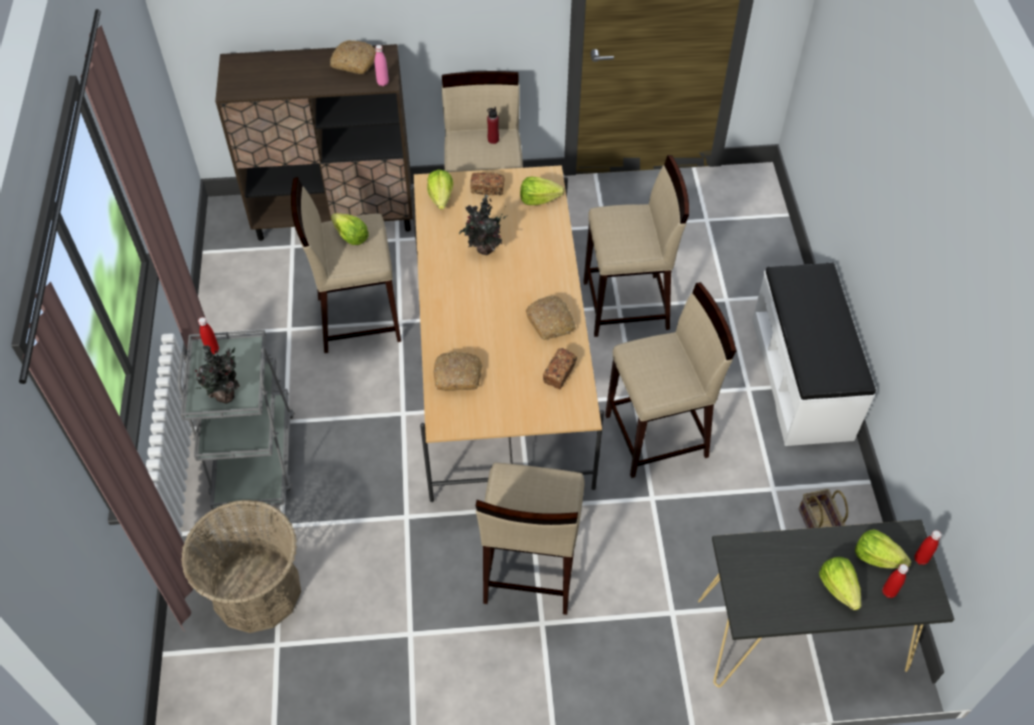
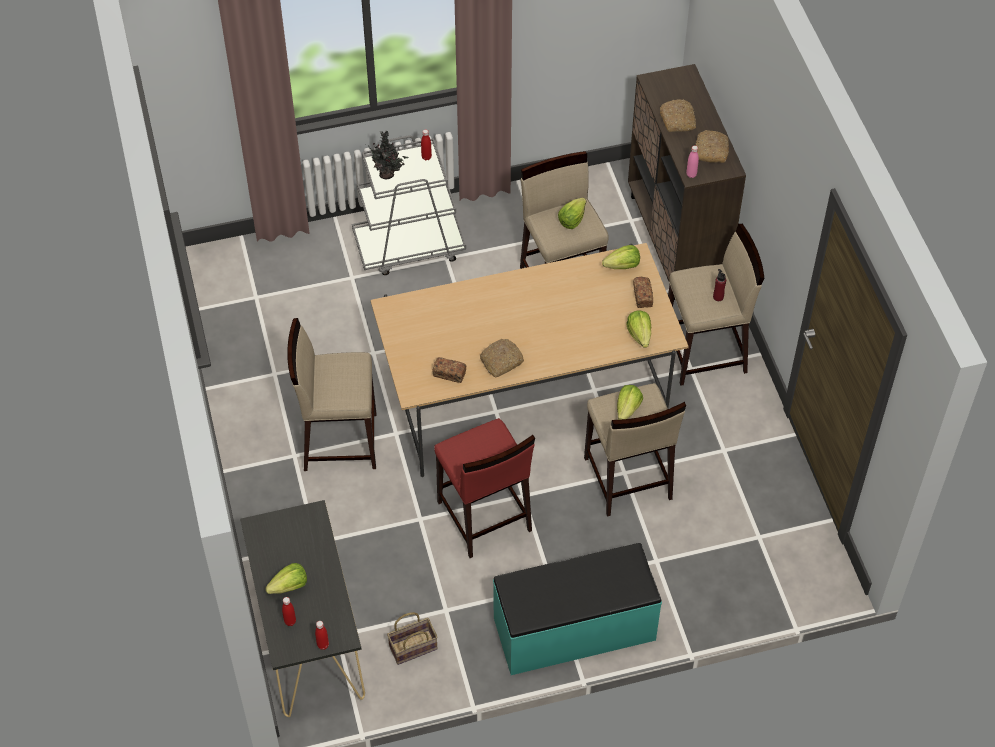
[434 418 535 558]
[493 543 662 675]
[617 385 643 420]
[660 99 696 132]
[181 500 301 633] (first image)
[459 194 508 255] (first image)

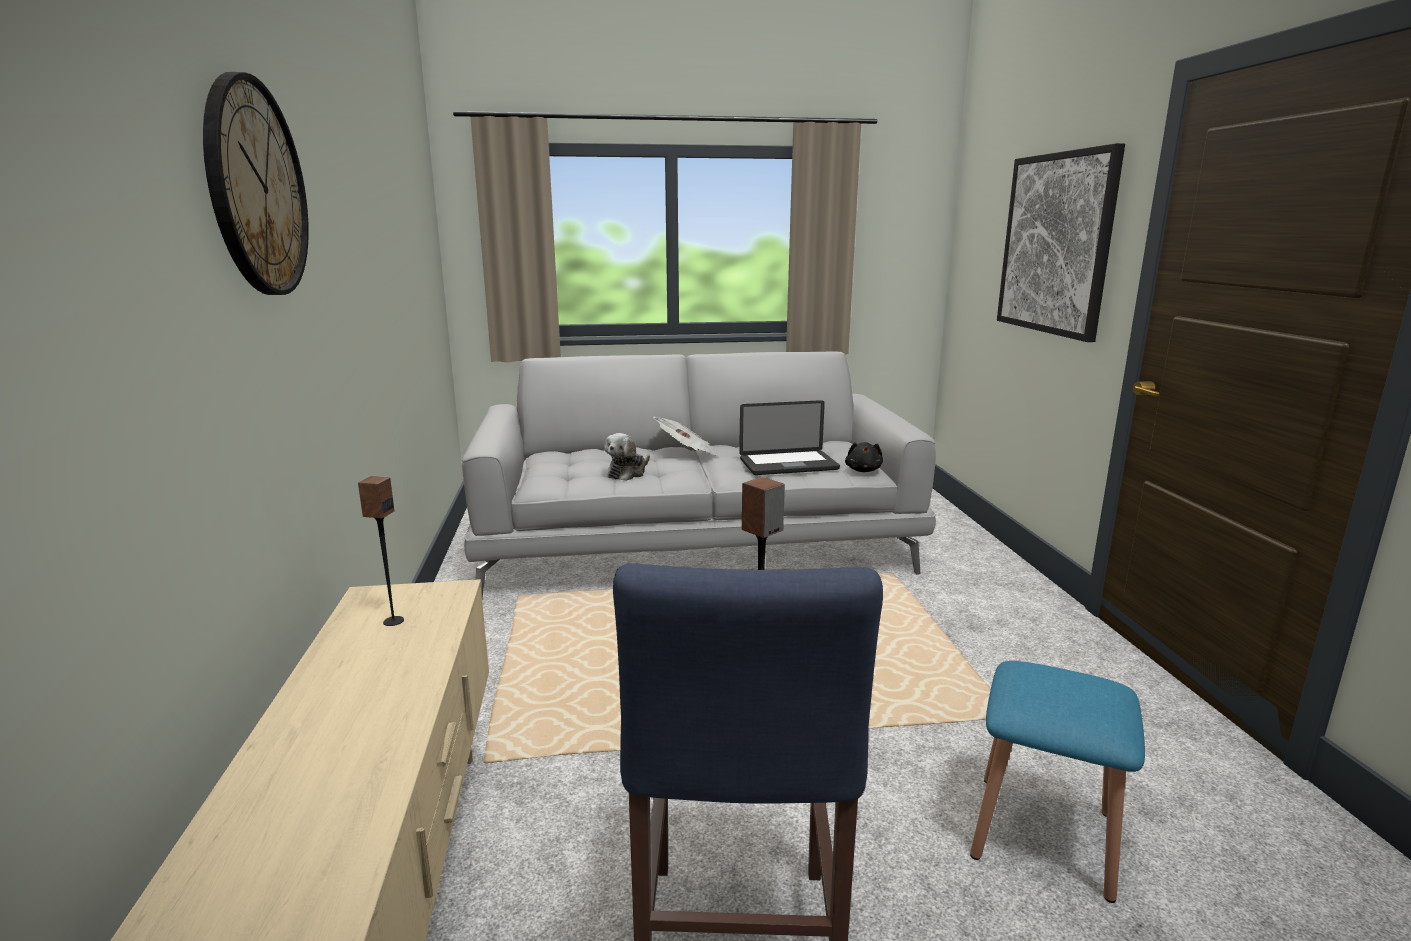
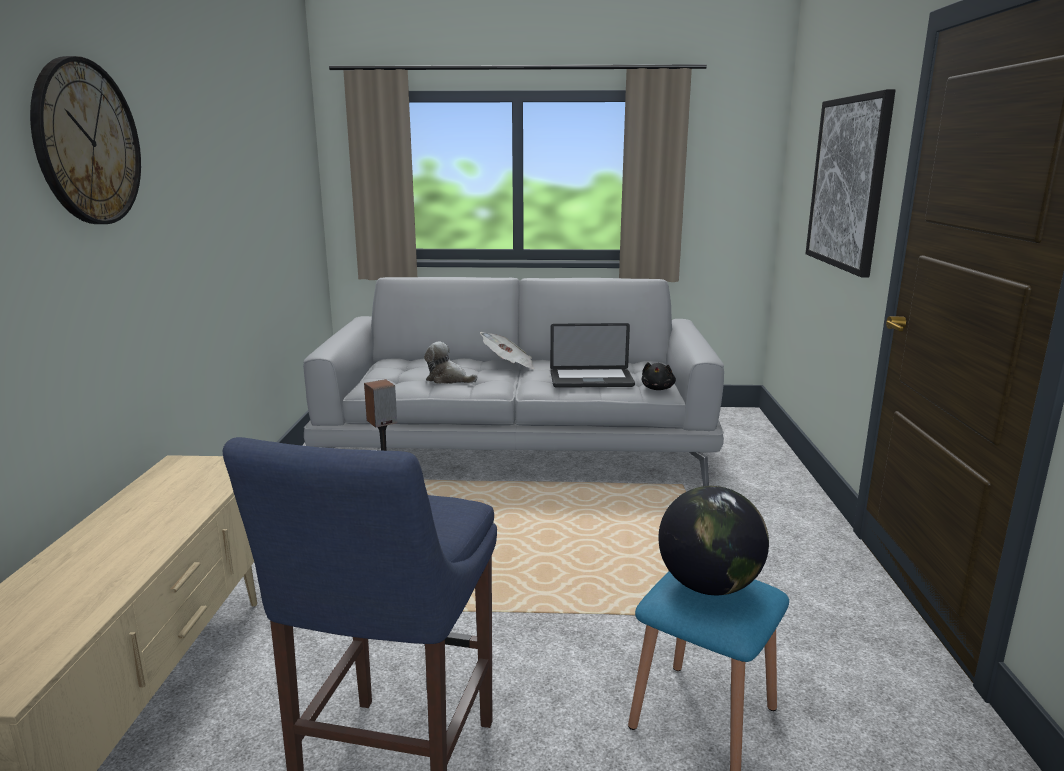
[424 341 477 384]
[658 486 769 595]
[358 476 404 626] (first image)

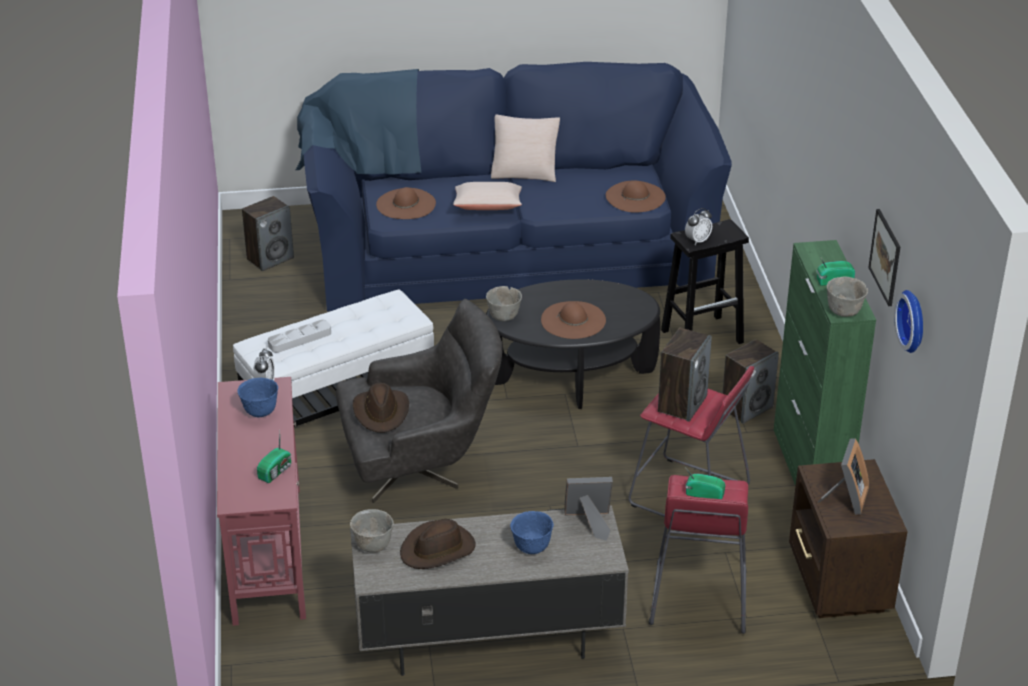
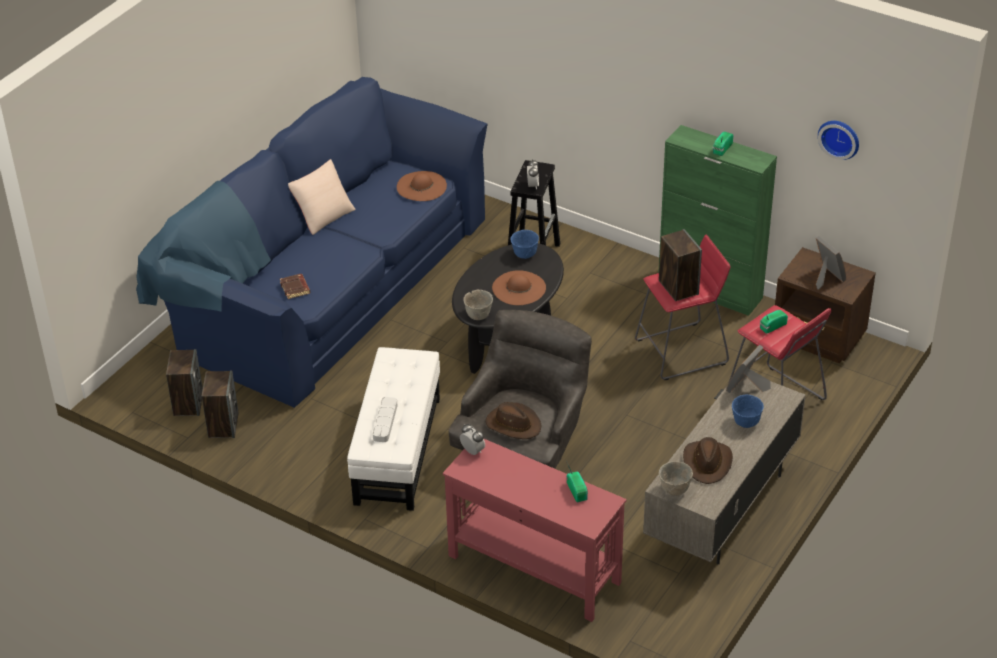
[202 370 239 438]
[280 274 310 299]
[511 230 539 259]
[453 182 522 210] (first image)
[827 277 868 317] (first image)
[868 209 900 306] (first image)

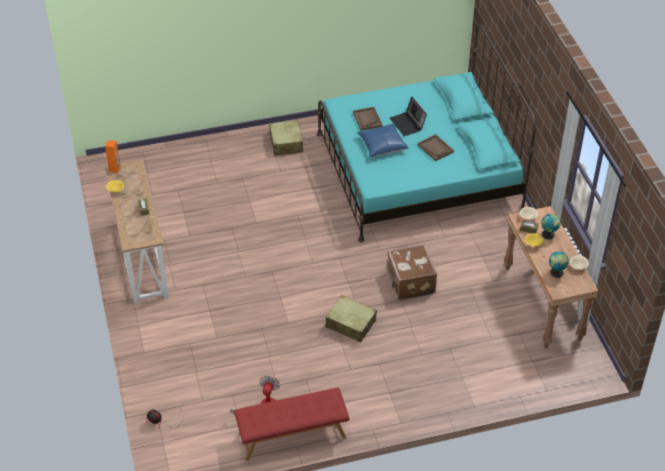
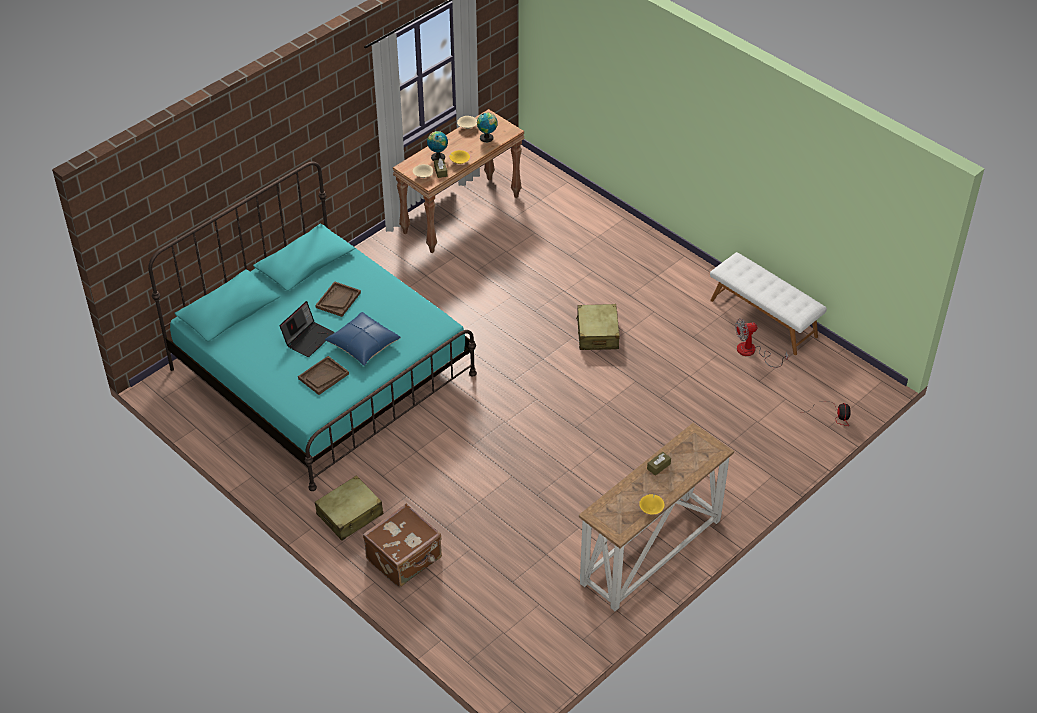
[363 503 442 588]
[710 252 827 355]
[105 140 121 173] (first image)

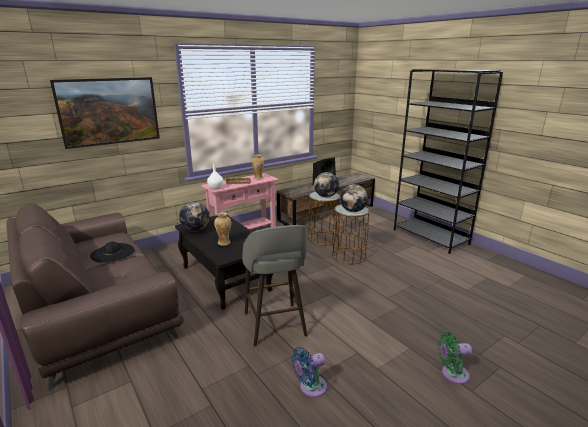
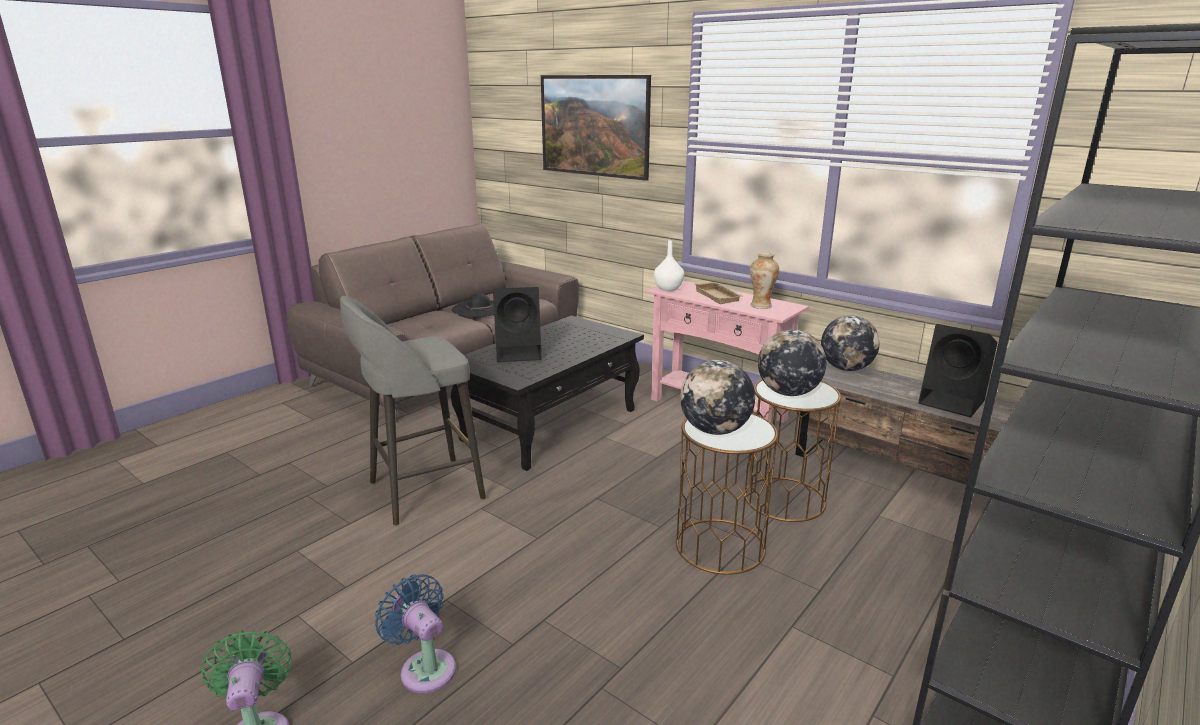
[375 574 456 693]
[493 287 542 362]
[821 315 880 371]

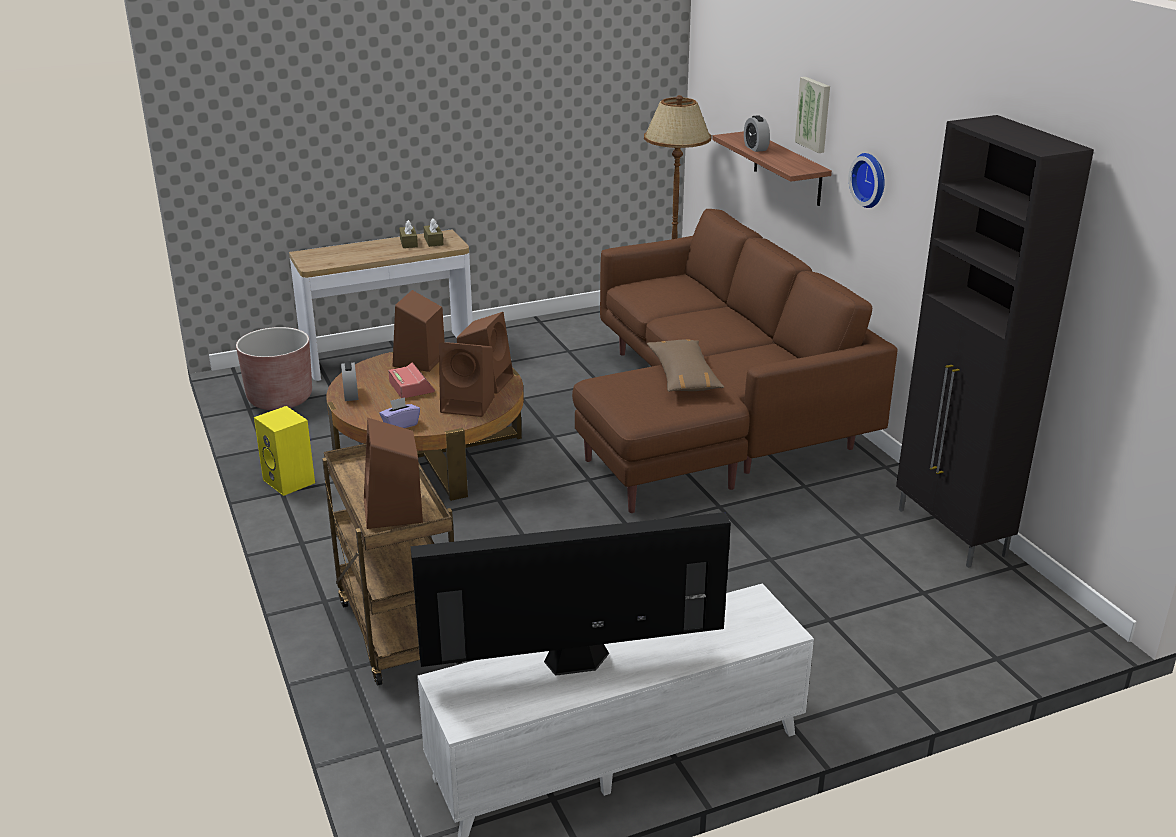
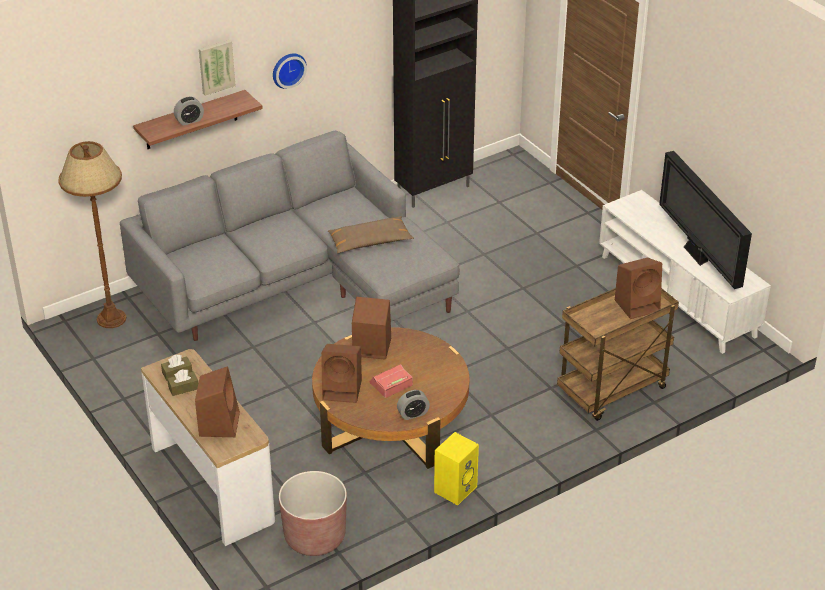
[120 131 460 341]
[195 366 240 437]
[380 397 420 428] (first image)

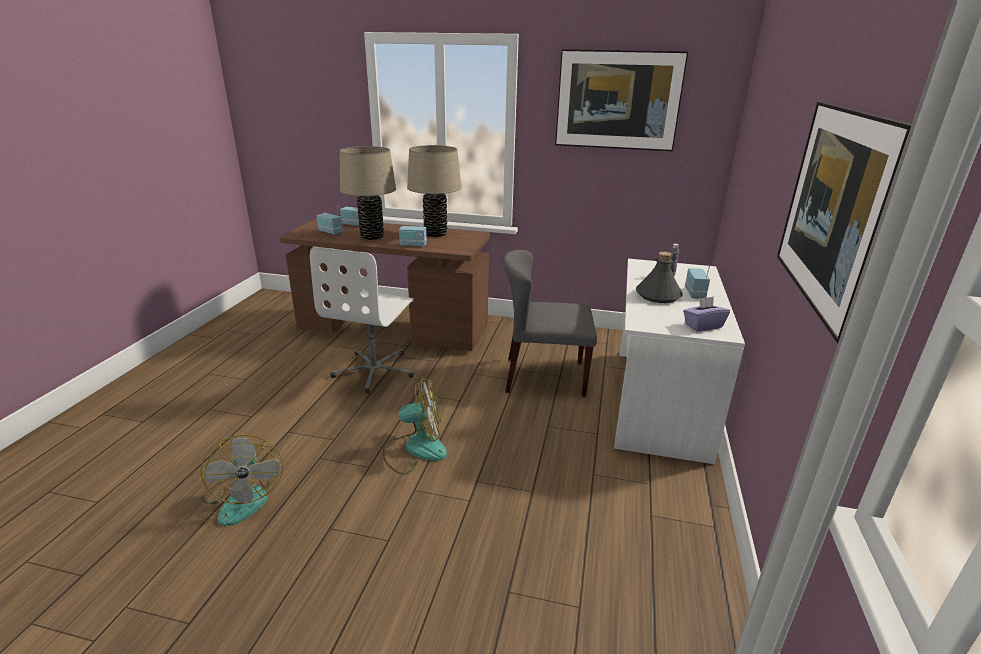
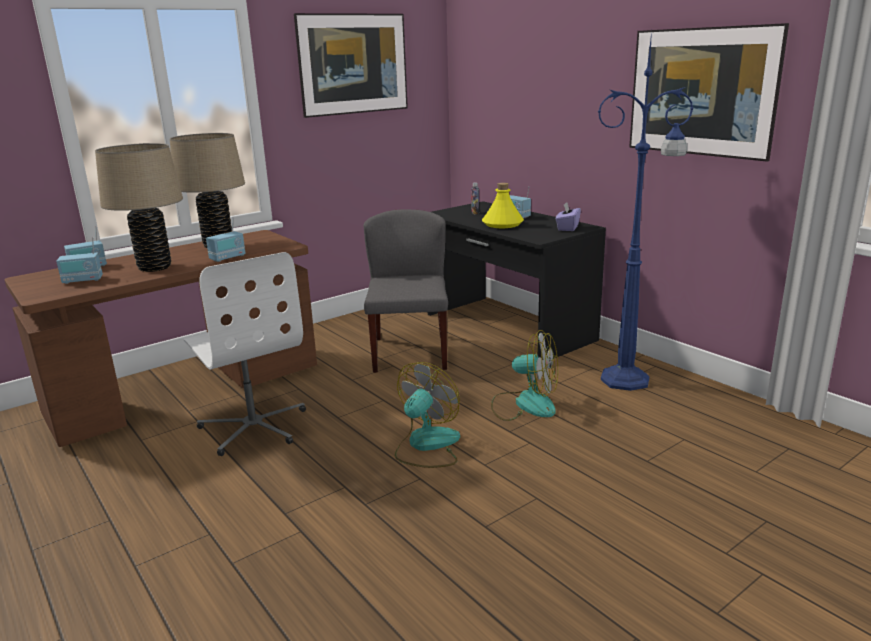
[363 210 448 373]
[428 201 606 360]
[482 183 524 228]
[491 330 558 421]
[598 31 694 391]

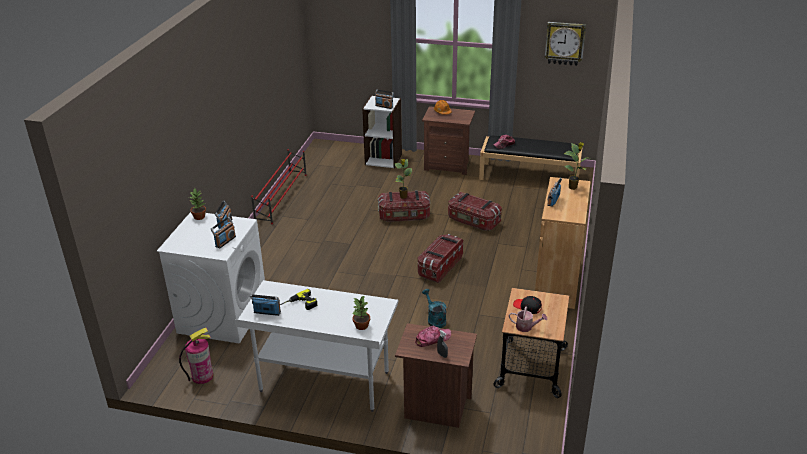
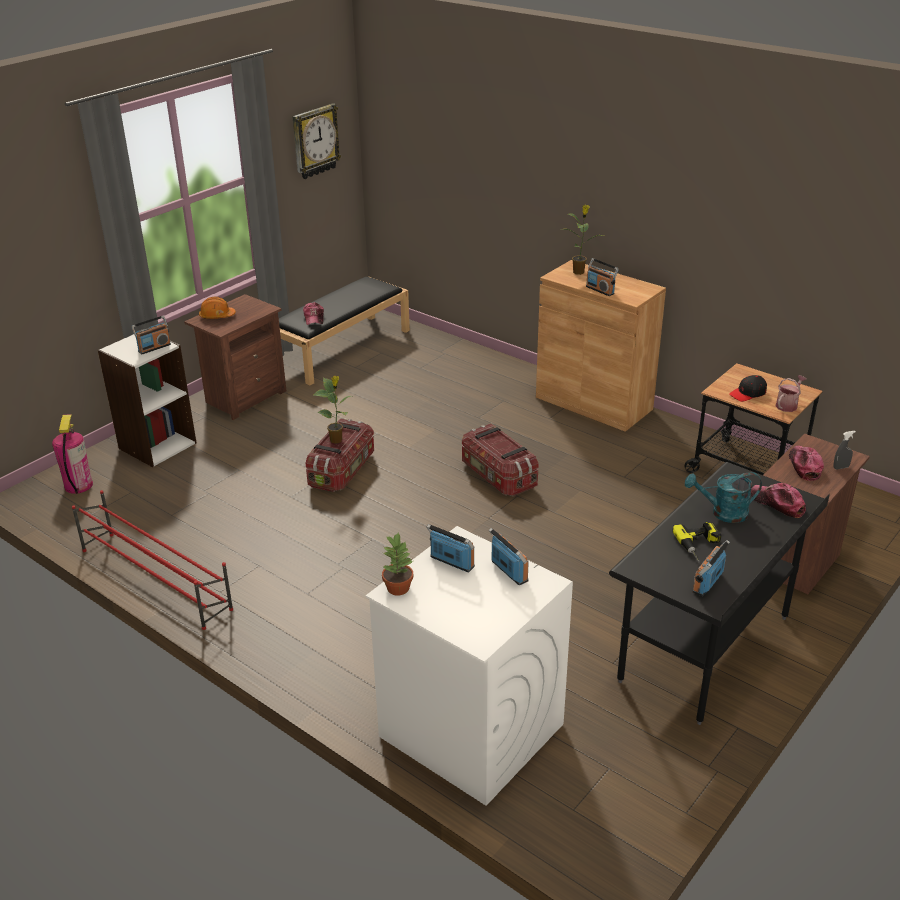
[52 414 93 494]
[609 462 830 725]
[685 472 762 523]
[751 483 806 518]
[448 192 502 231] (first image)

